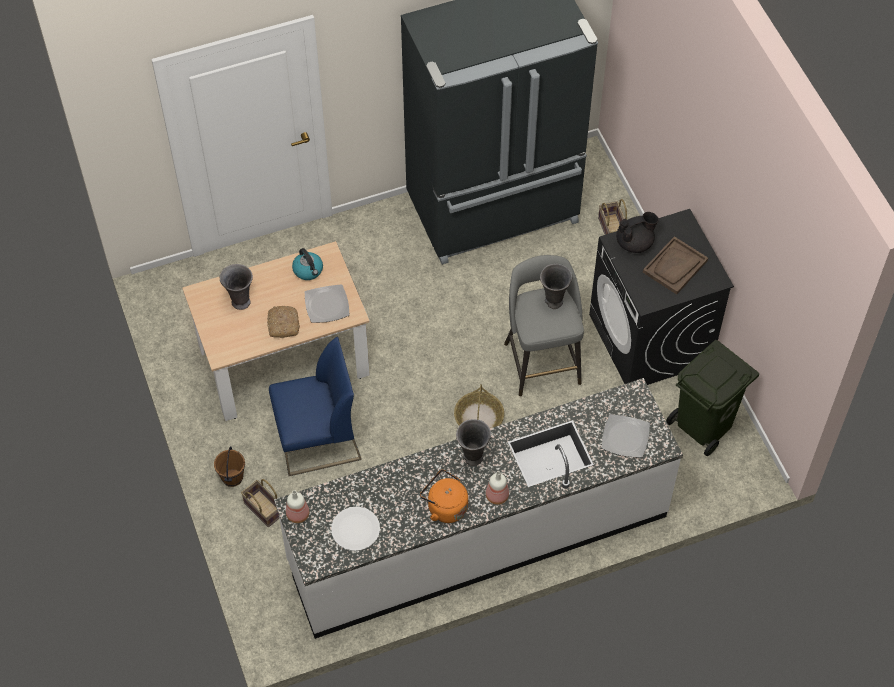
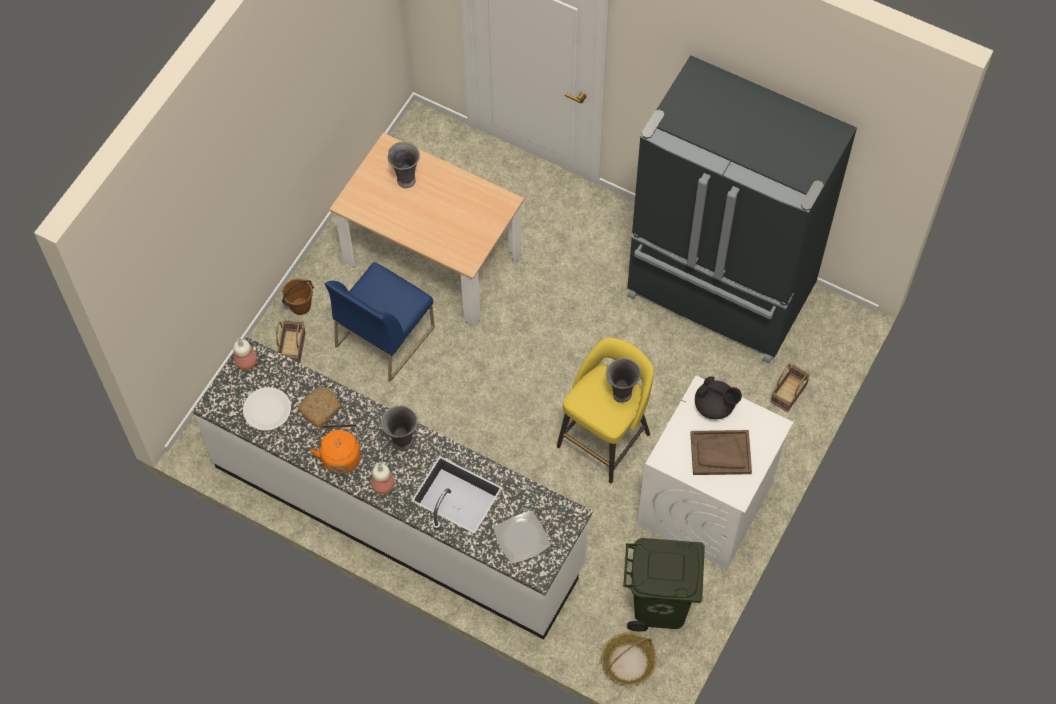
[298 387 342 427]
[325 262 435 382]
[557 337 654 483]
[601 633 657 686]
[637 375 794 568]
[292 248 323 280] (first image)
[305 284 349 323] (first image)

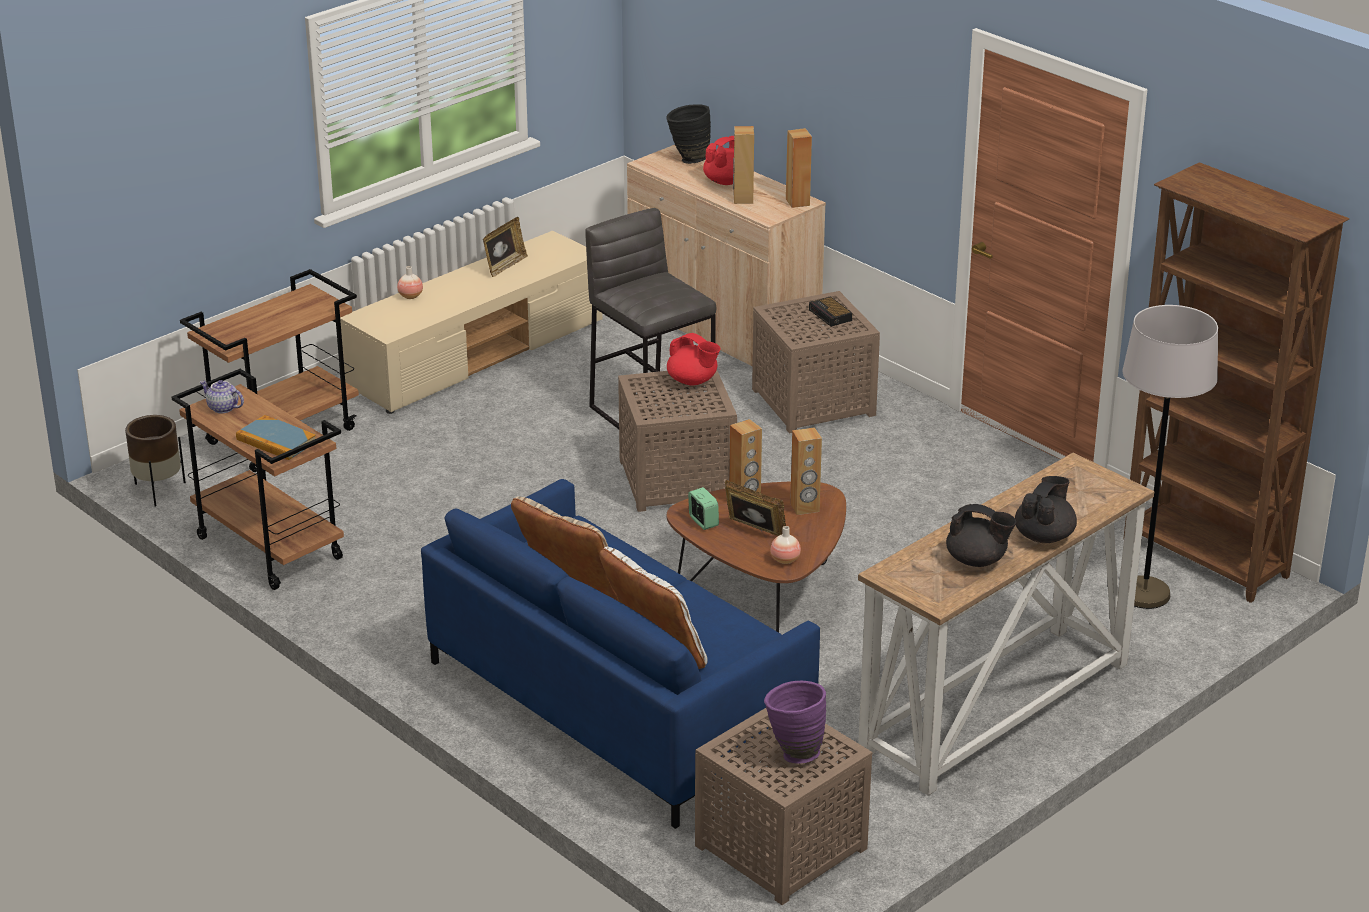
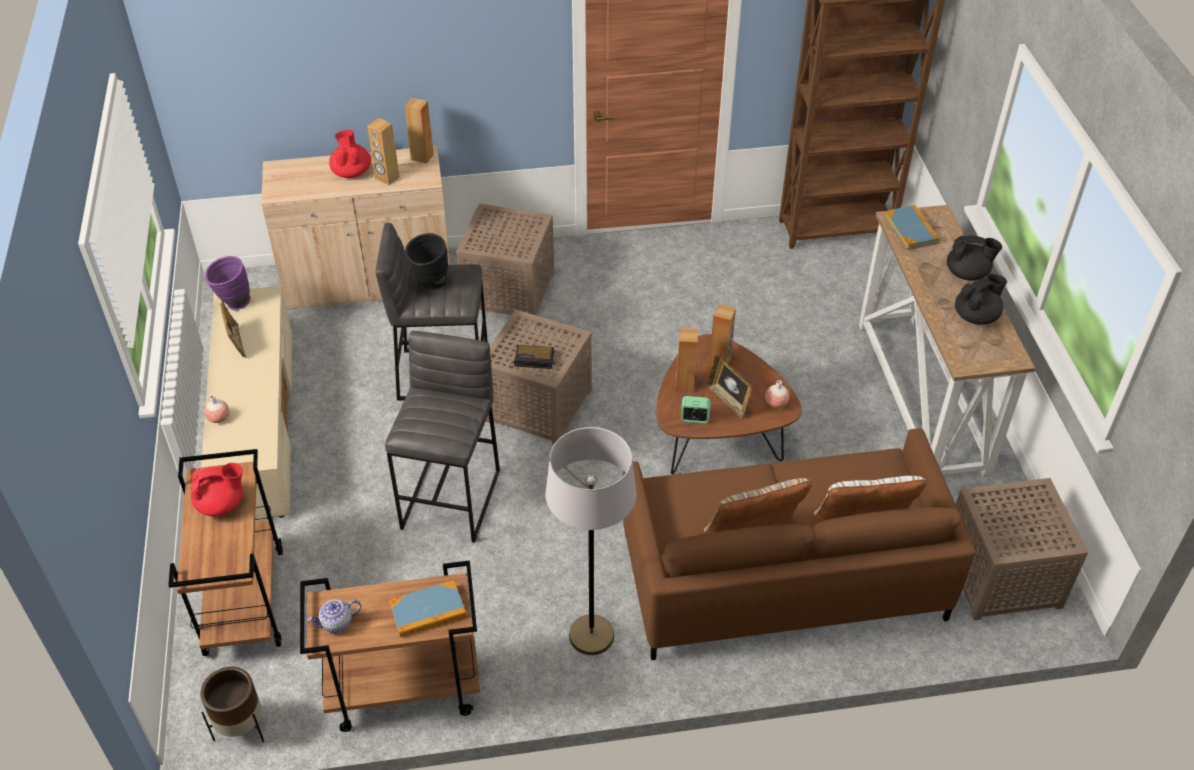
[191 463 243 516]
[205 256 251 311]
[385 331 500 543]
[405 233 448 290]
[514 345 554 369]
[545 427 636 655]
[623 428 976 660]
[707 355 752 419]
[885 205 939 250]
[947 235 1002 281]

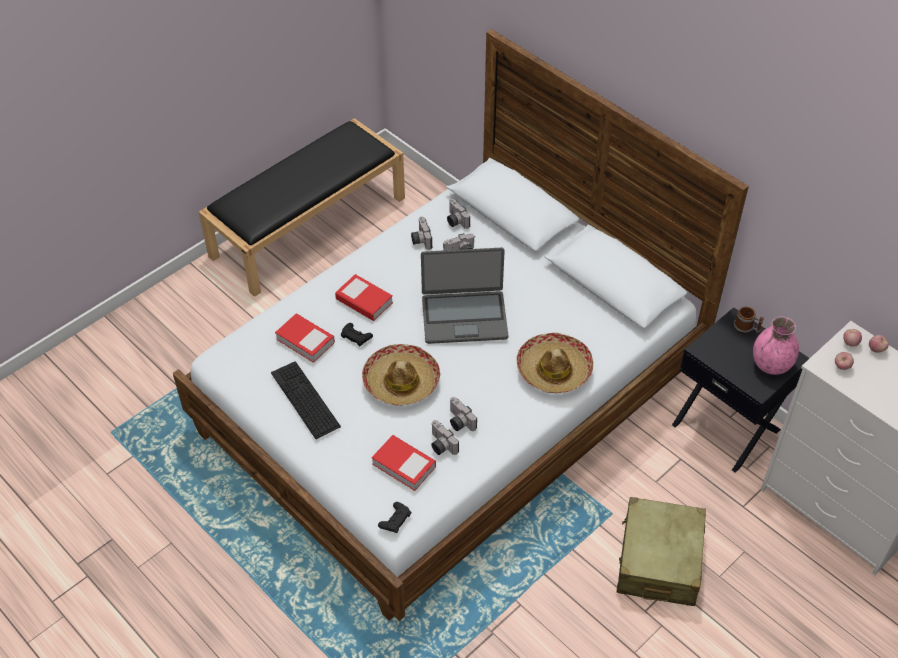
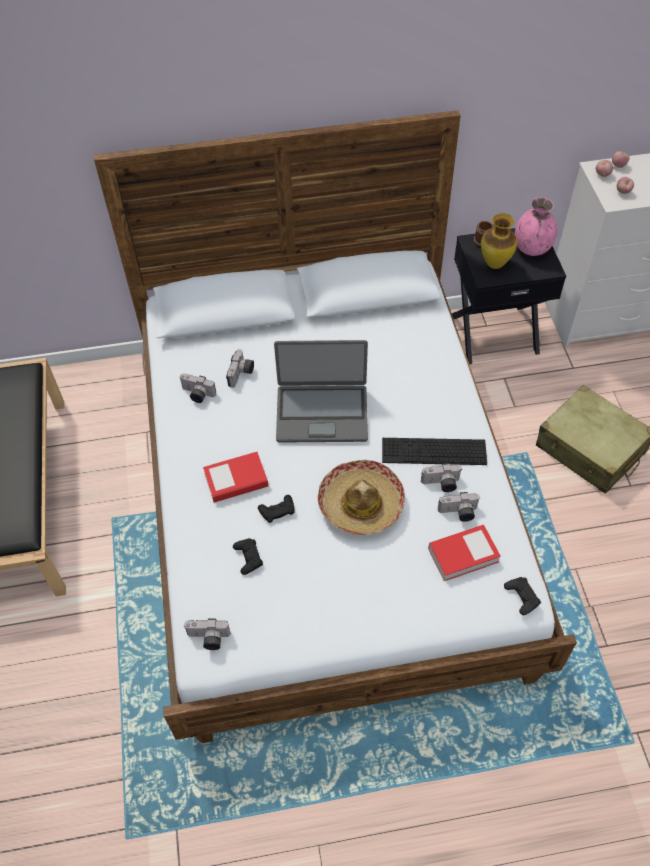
[184 618 231 650]
[233 538 263 575]
[274 340 368 443]
[382 438 487 465]
[481 213 517 269]
[517 333 593 393] (first image)

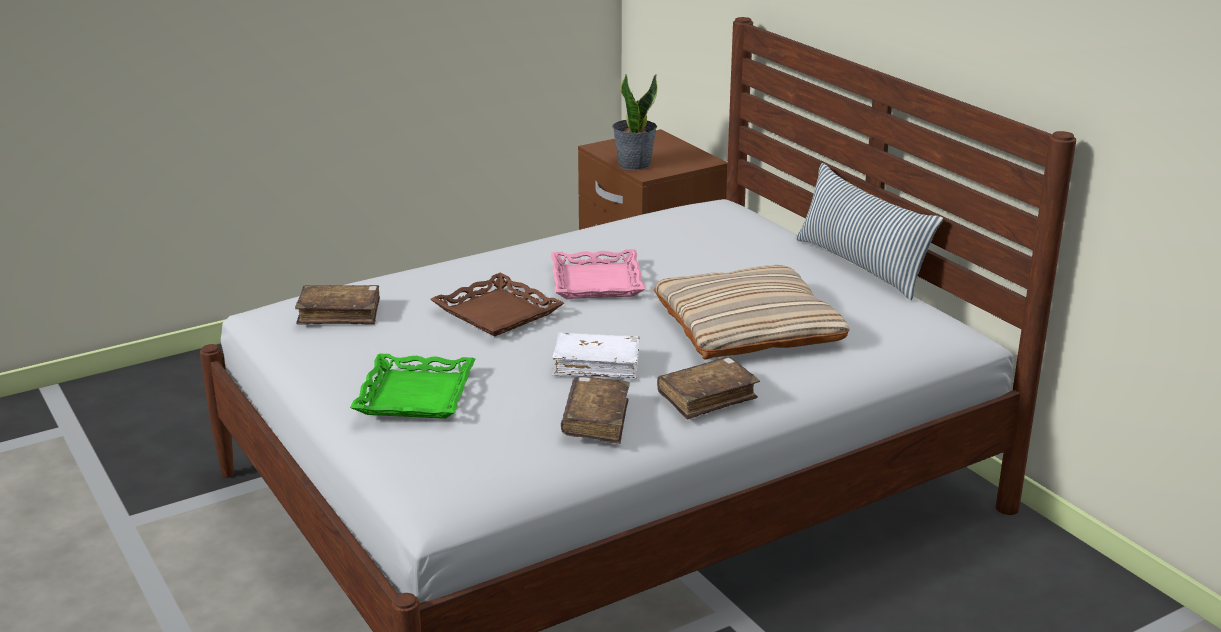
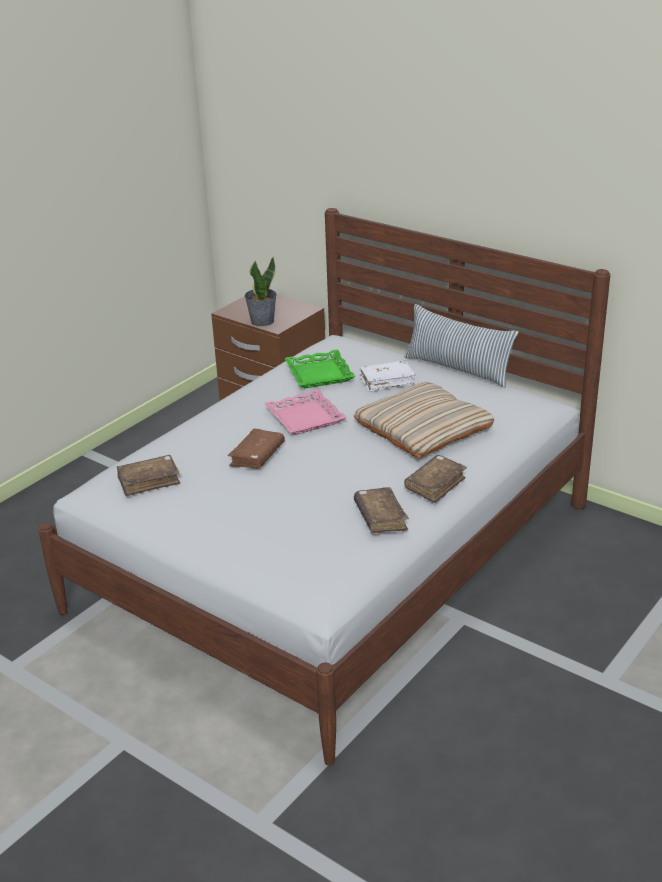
[228 428 285 469]
[284 350 356 389]
[360 360 415 392]

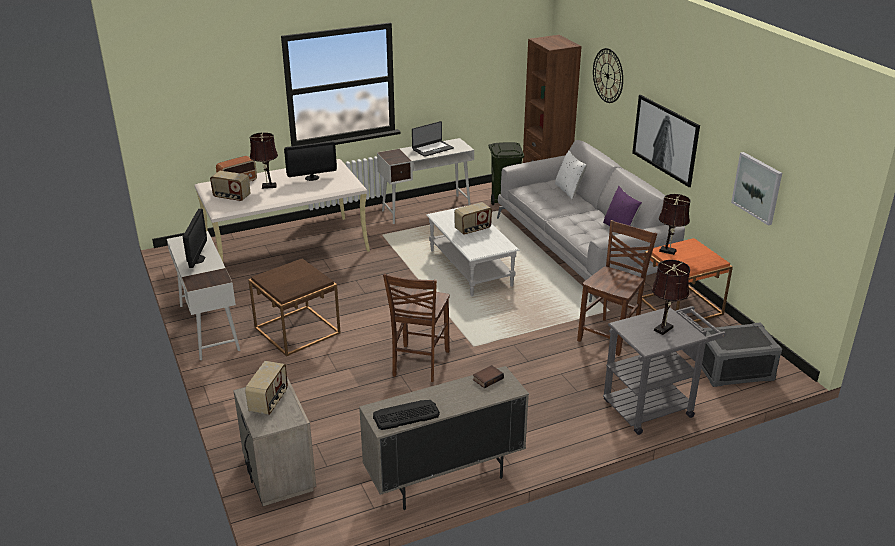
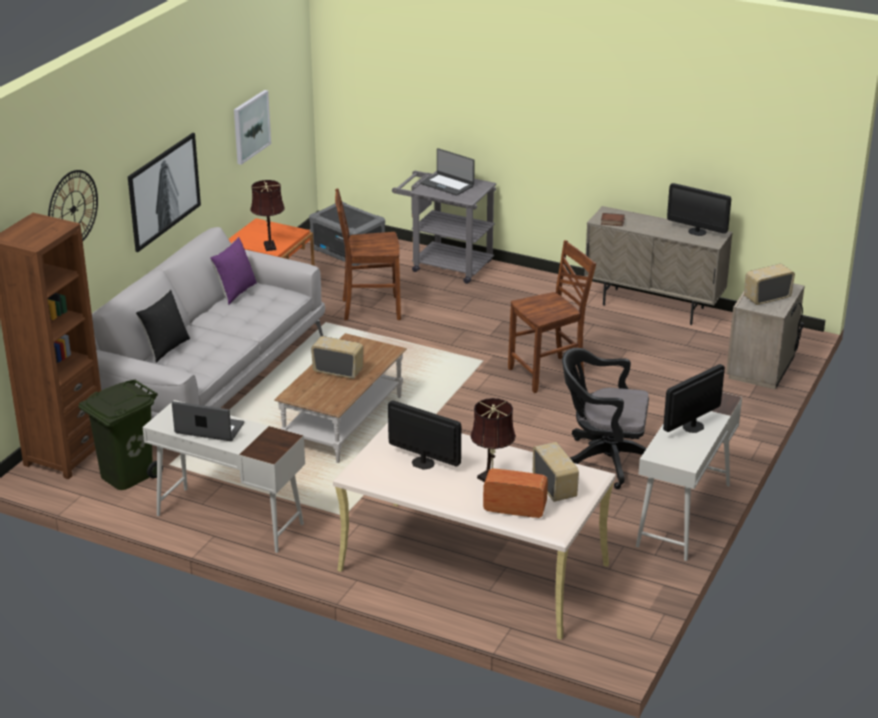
[136 290 190 362]
[274 333 407 463]
[420 148 475 196]
[562 348 649 489]
[667 183 731 236]

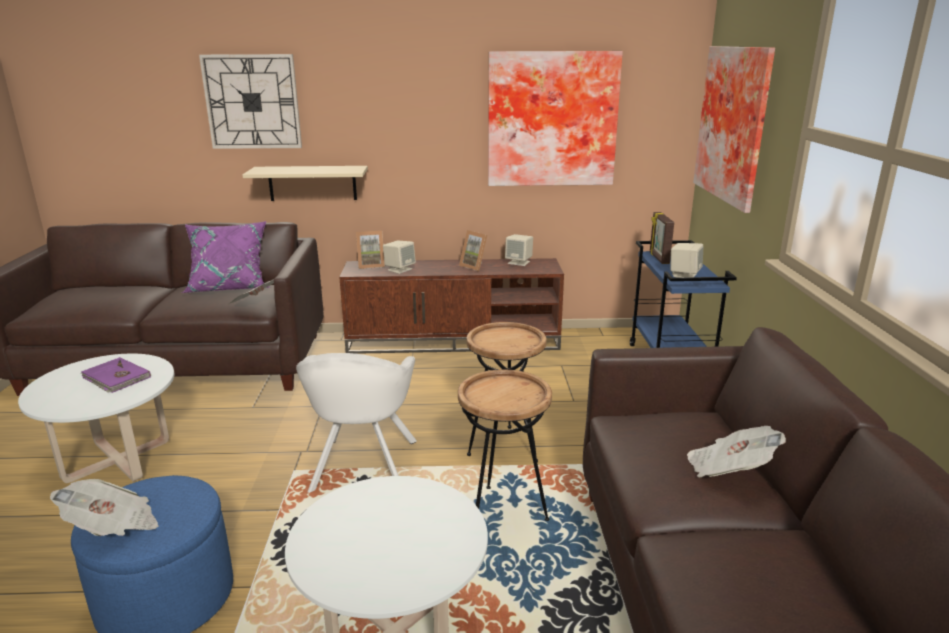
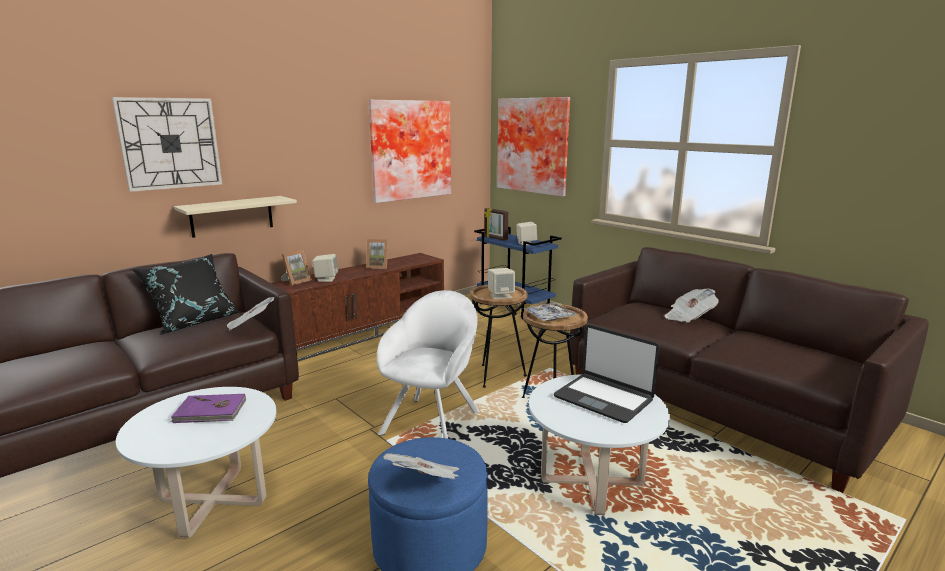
[132 254 241 335]
[377 290 480 439]
[488 268 515 300]
[524 303 577 321]
[554 325 660 423]

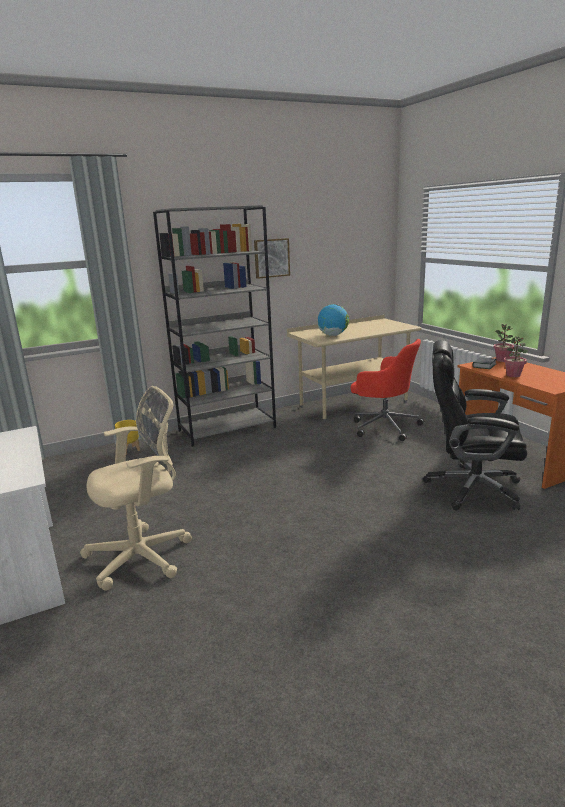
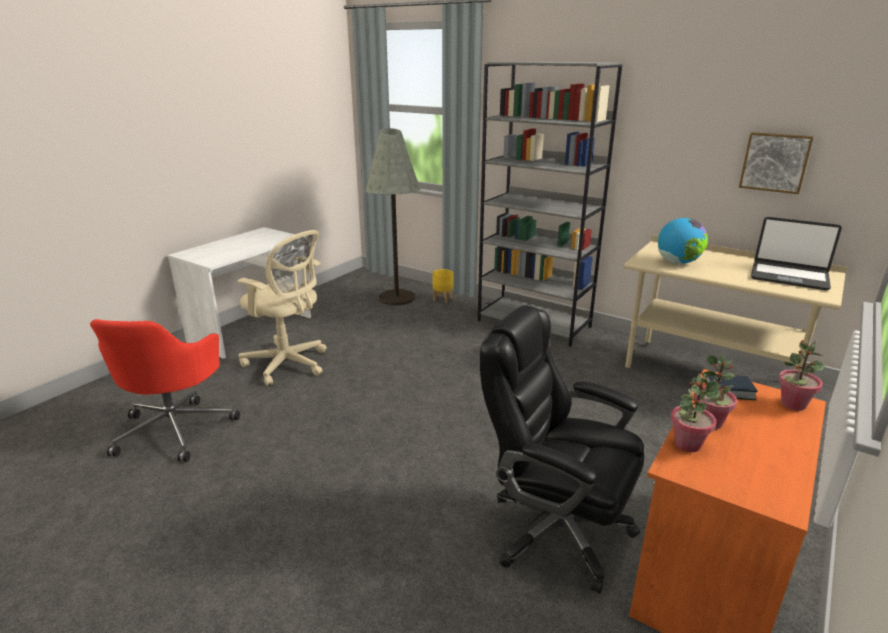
[90 319 240 462]
[365 128 421 305]
[480 305 644 594]
[671 374 721 452]
[739 132 814 194]
[751 217 842 290]

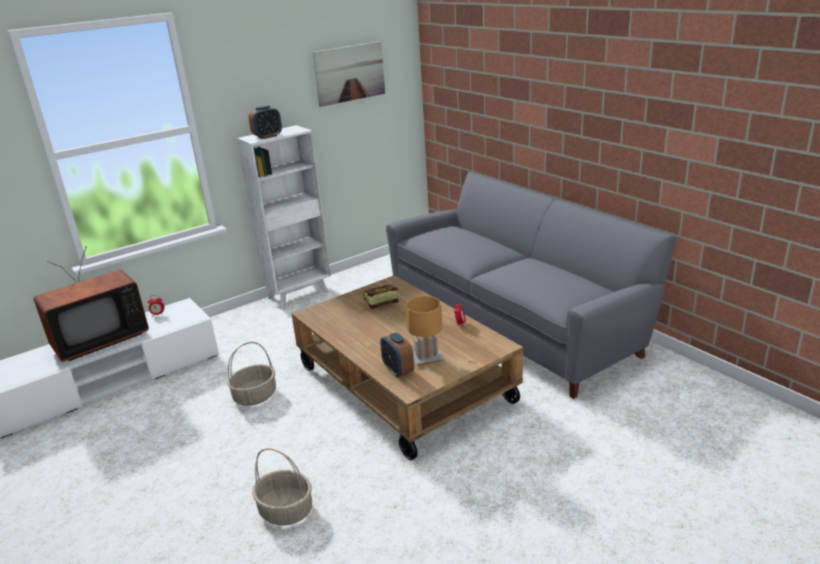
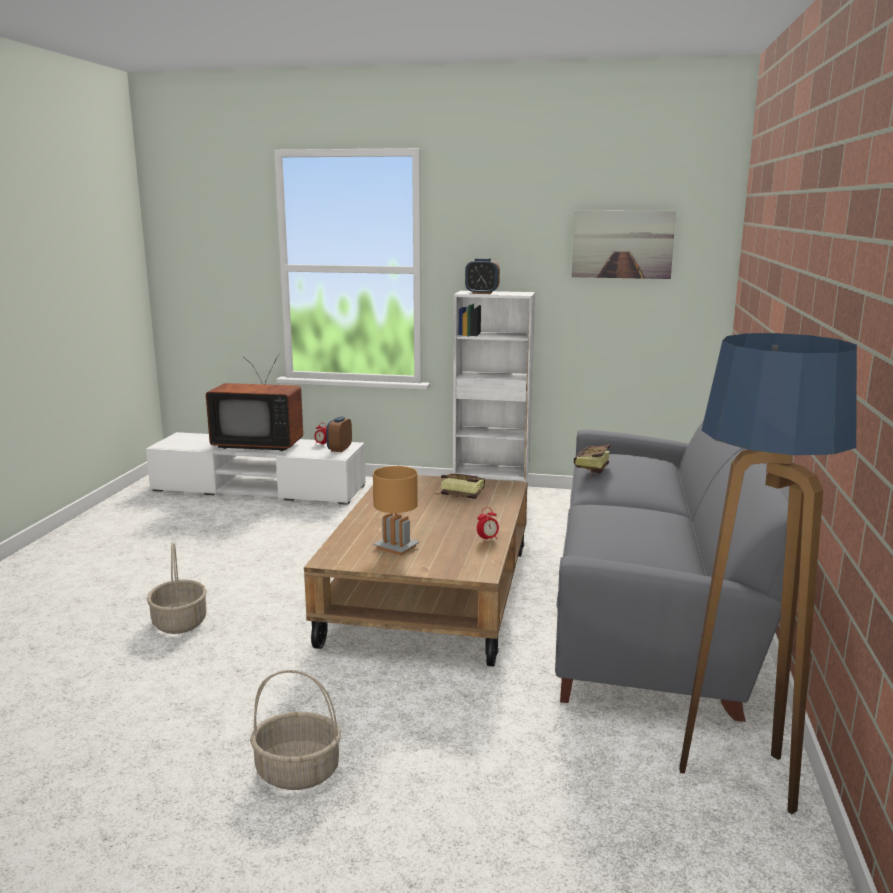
[250 670 341 790]
[326 416 352 452]
[574 444 610 479]
[679 333 857 814]

